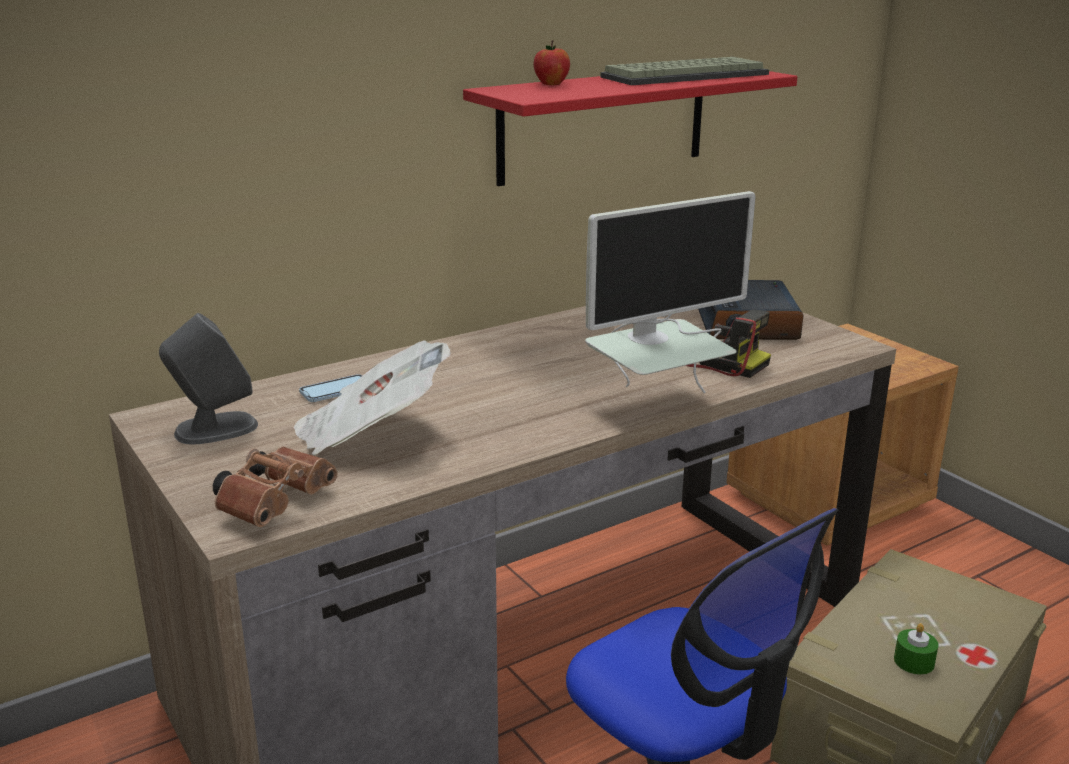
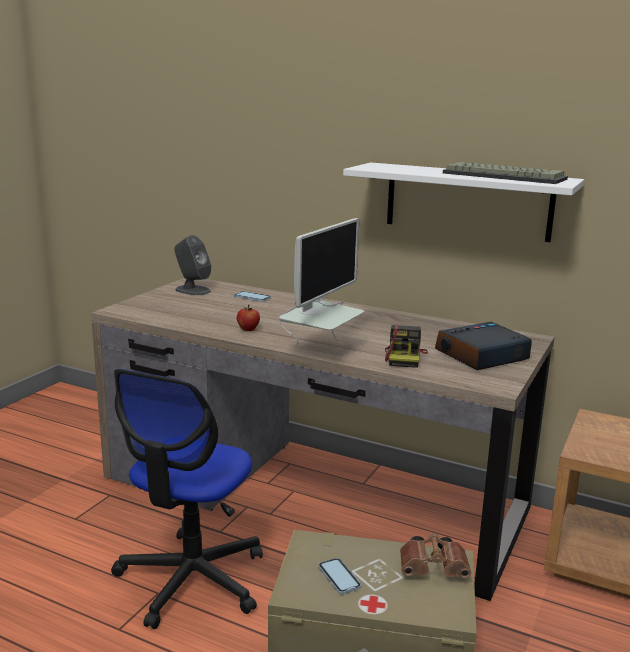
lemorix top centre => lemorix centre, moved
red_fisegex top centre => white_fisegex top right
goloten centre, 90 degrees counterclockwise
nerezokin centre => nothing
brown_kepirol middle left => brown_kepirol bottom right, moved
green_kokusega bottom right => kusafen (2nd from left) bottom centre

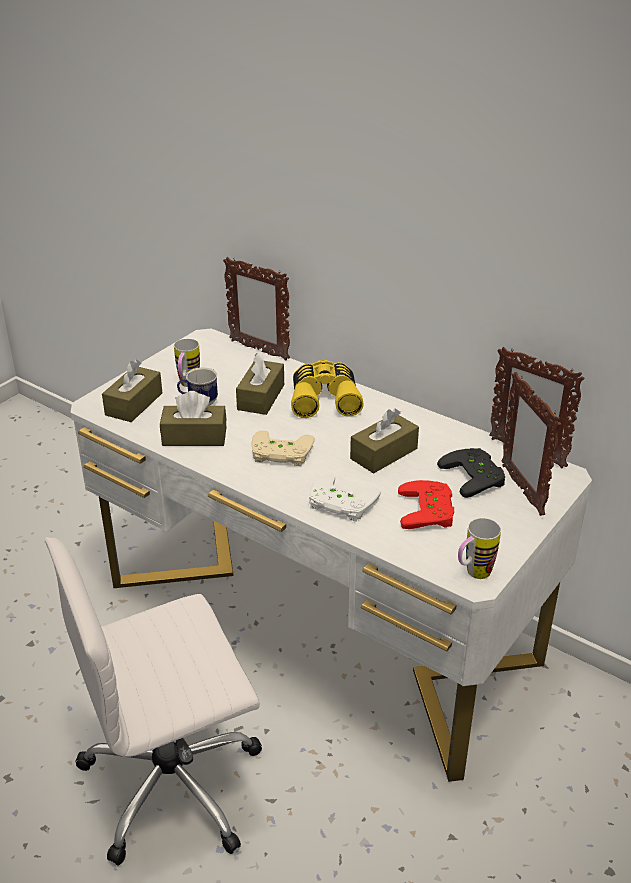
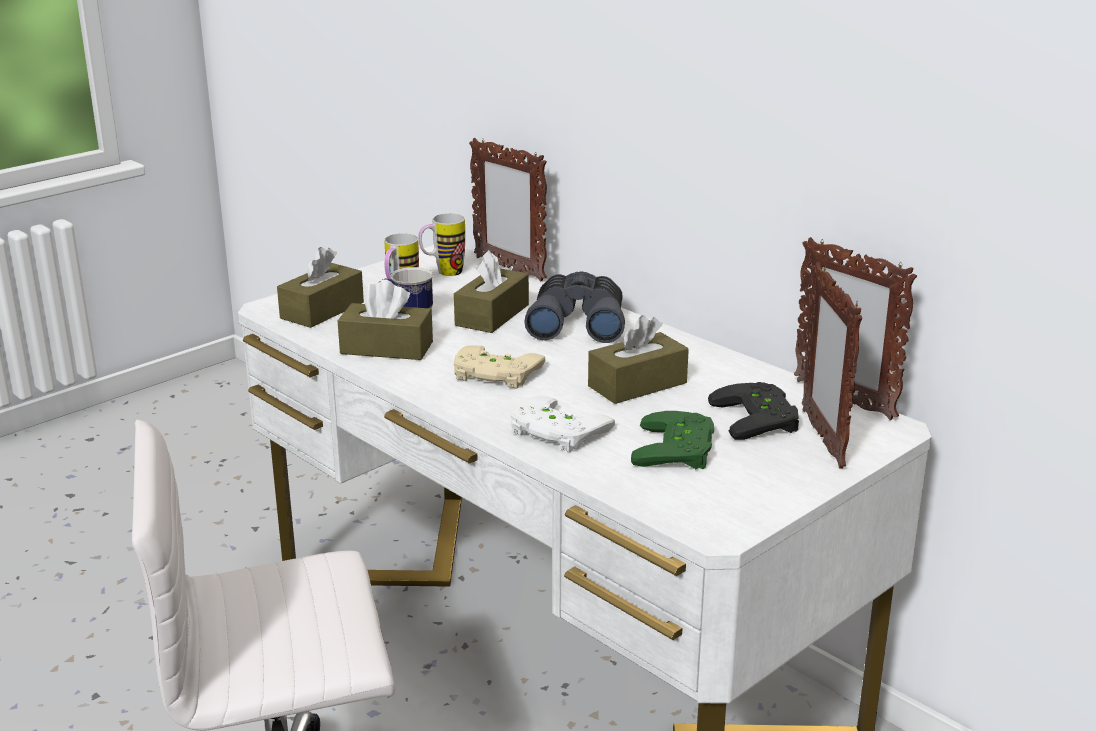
yellow_kepirol centre => grey_kepirol centre
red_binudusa middle right => green_binudusa centre
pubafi (3rd from left) middle right => pubafi (3rd from left) centre, moved

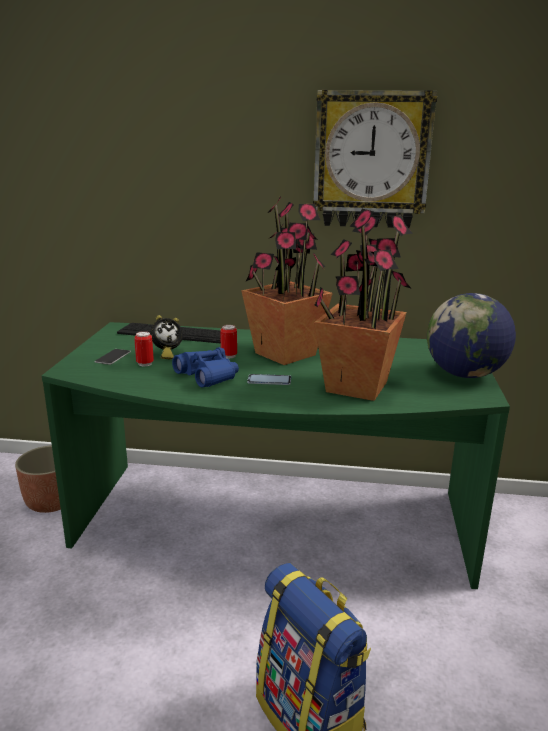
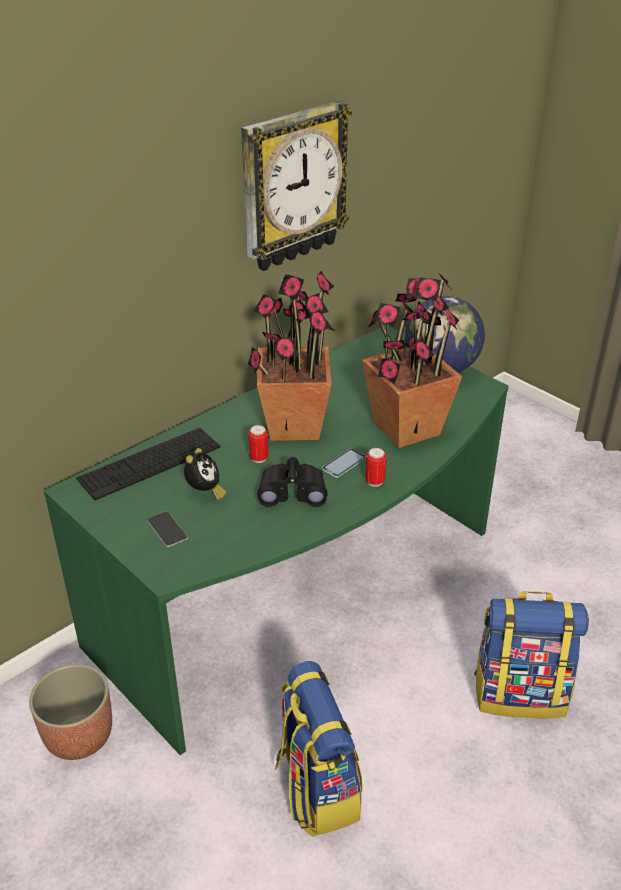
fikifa (1st from left in the first image) middle left => fikifa (2nd from left) centre, moved
blue_kepirol centre => black_kepirol centre
nothing => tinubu (1st from left) bottom centre

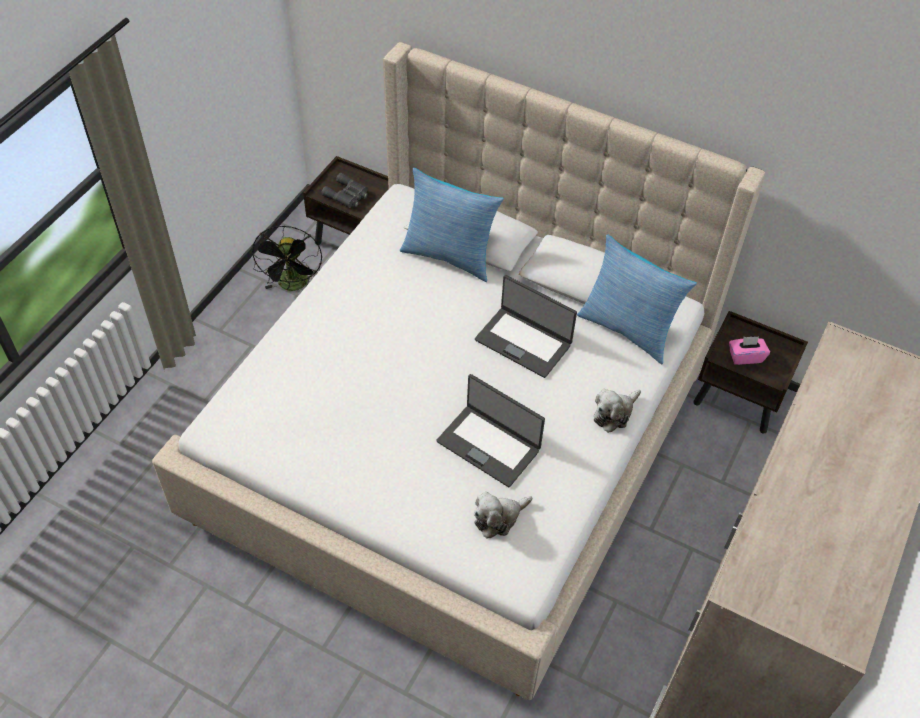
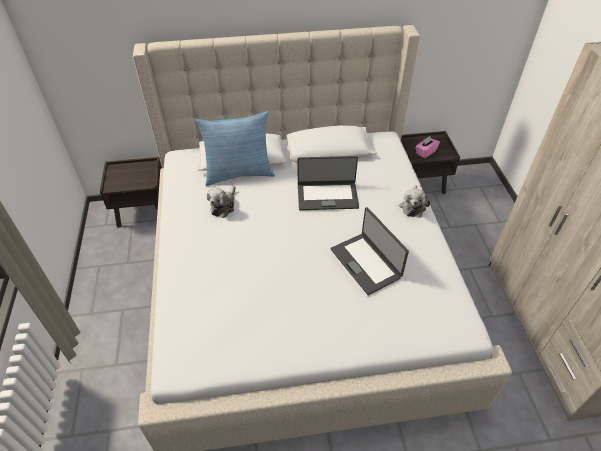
grey_kepirol top centre => nothing
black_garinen middle left => nothing
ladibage (2nd from left) middle right => nothing
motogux (1st from left in the first image) centre => motogux (2nd from left) centre, 60 degrees clockwise
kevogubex (1st from left) bottom centre => kevogubex (1st from left) centre, moved

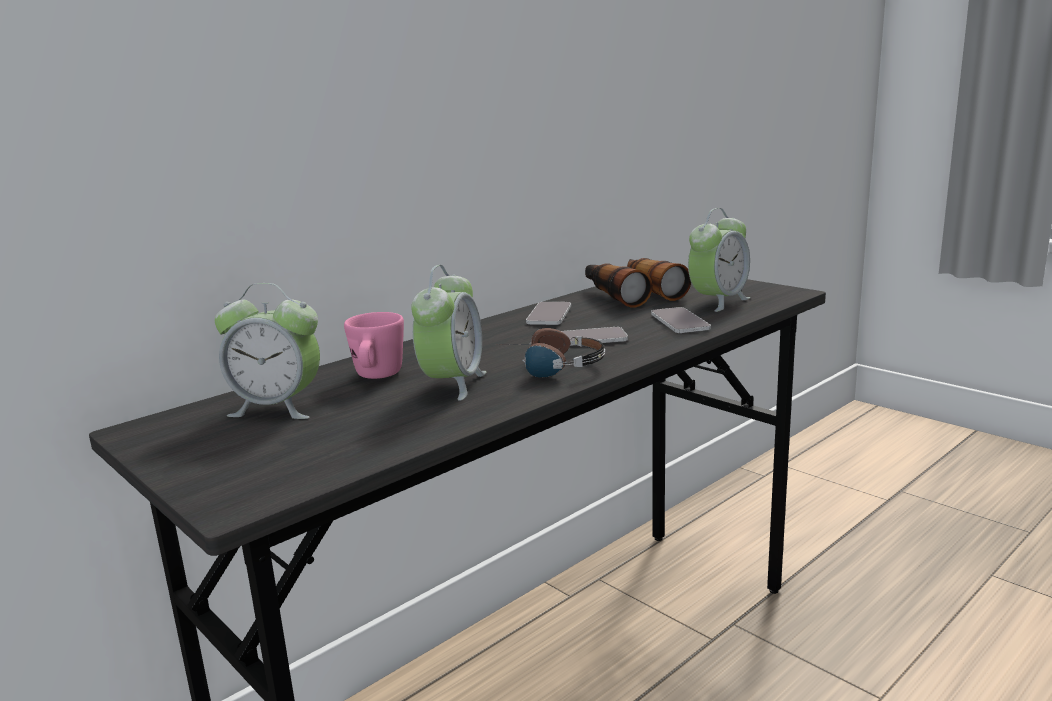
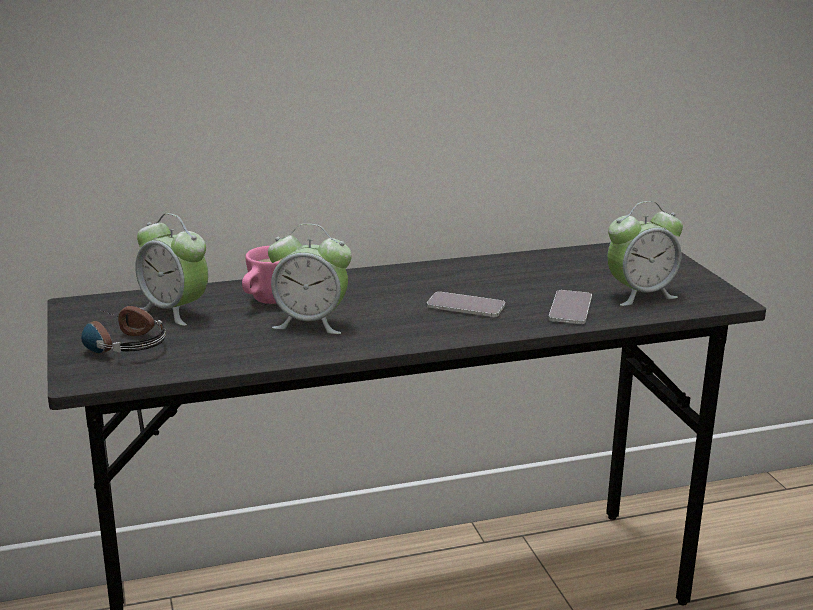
kepirol centre => nothing
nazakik (2nd from left) centre, 60 degrees clockwise
kusafen (1st from left) centre => nothing
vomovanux centre => vomovanux middle left, moved

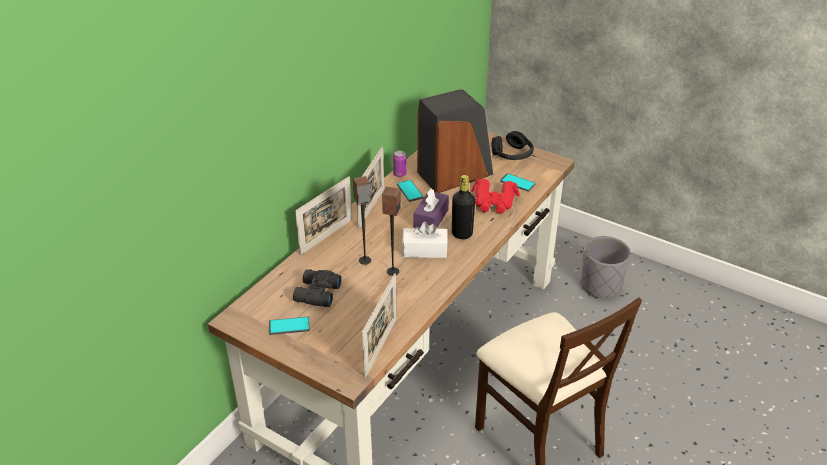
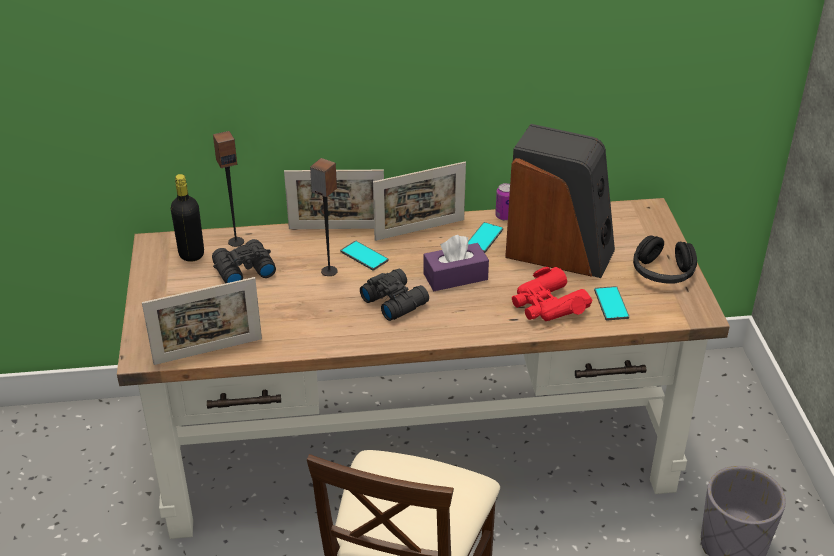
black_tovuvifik centre => black_tovuvifik middle left, moved
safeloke (2nd from left in the first image) centre => safeloke (1st from left) middle left, moved
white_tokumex centre => black_kepirol (2nd from left) centre
kusafen (1st from left) bottom centre => kusafen (1st from left) centre, moved

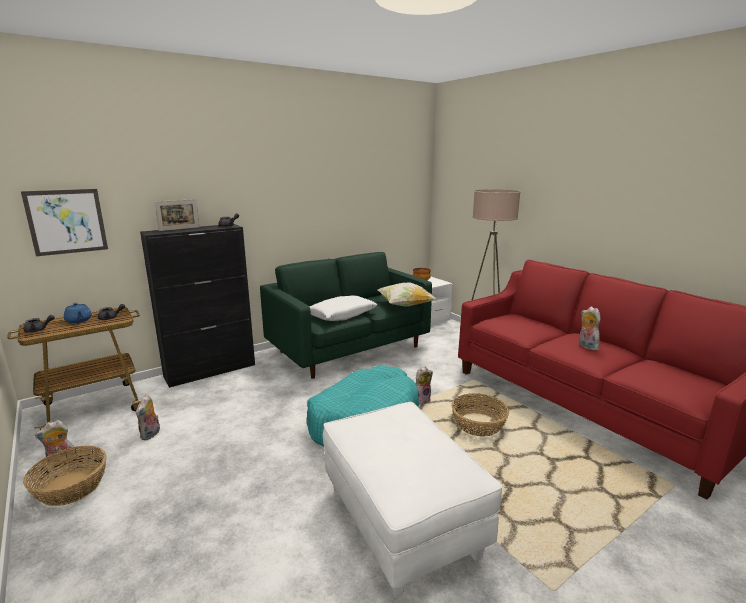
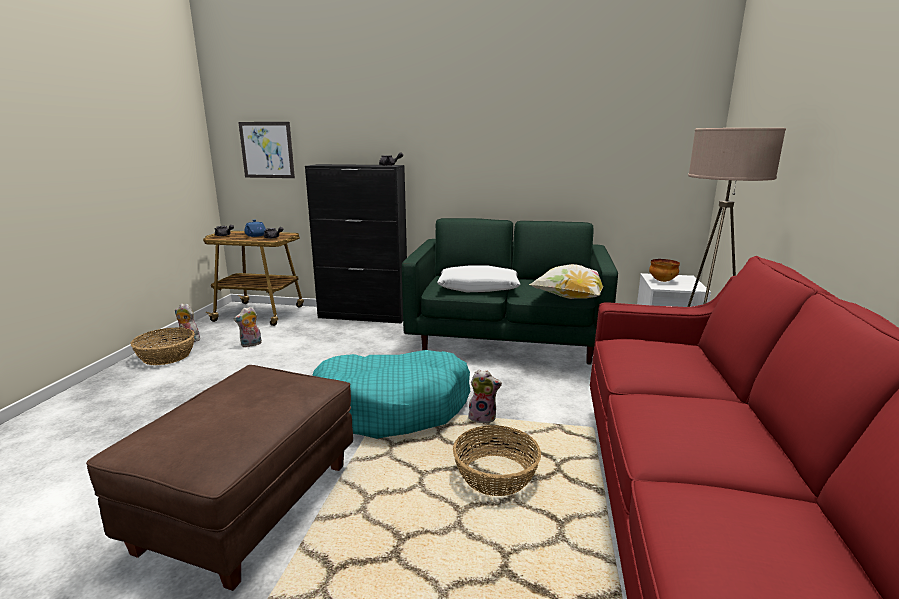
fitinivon middle left => nothing
kevogubex (4th from left) middle right => nothing
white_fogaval bottom centre => brown_fogaval bottom left

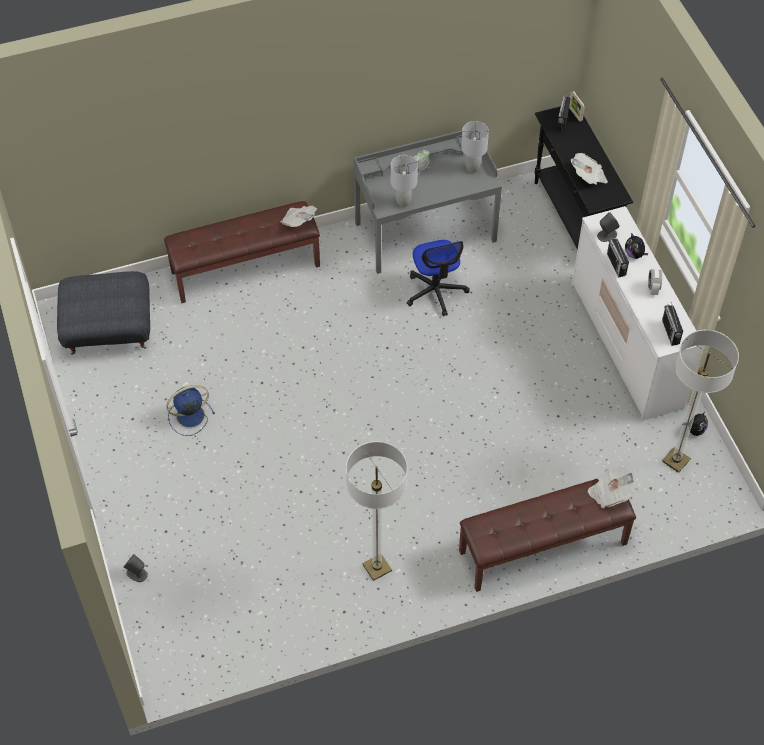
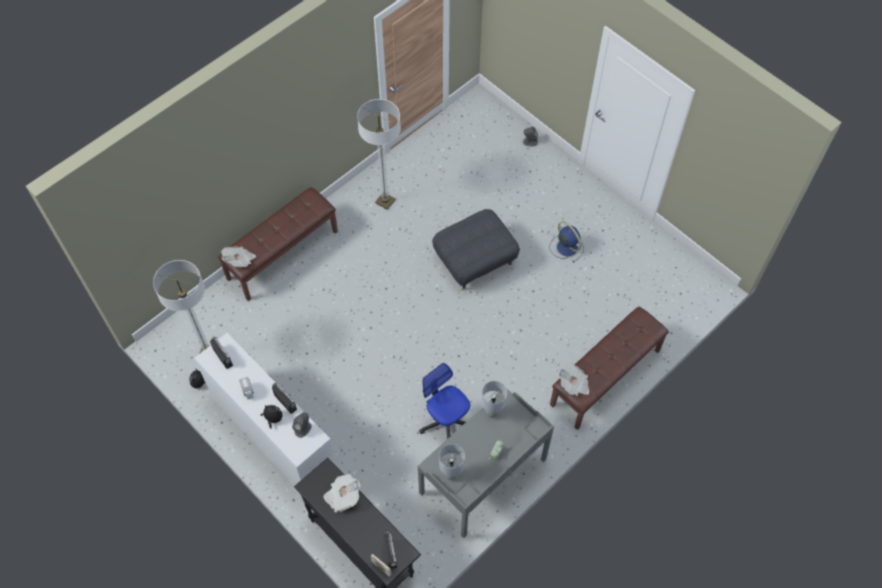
grey_fogaval middle left => grey_fogaval centre, moved
blue_garinen middle left => blue_garinen centre, 75 degrees counterclockwise

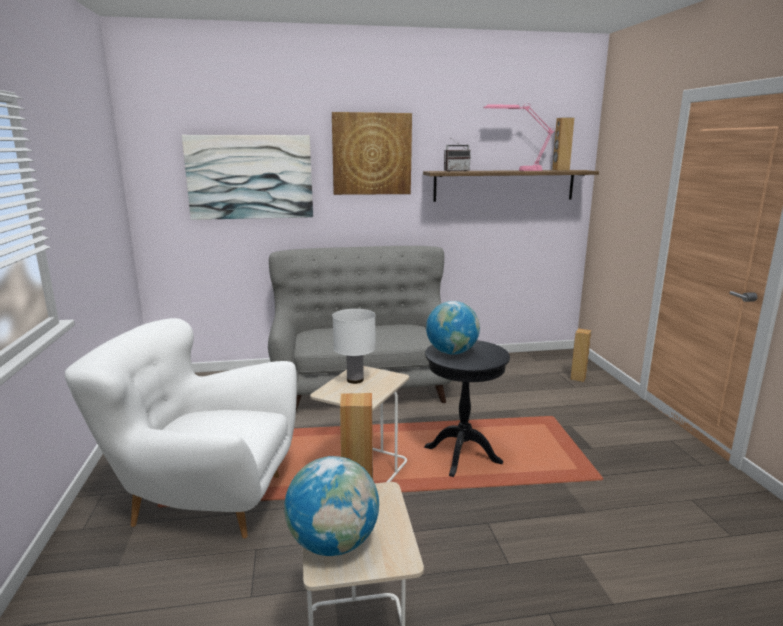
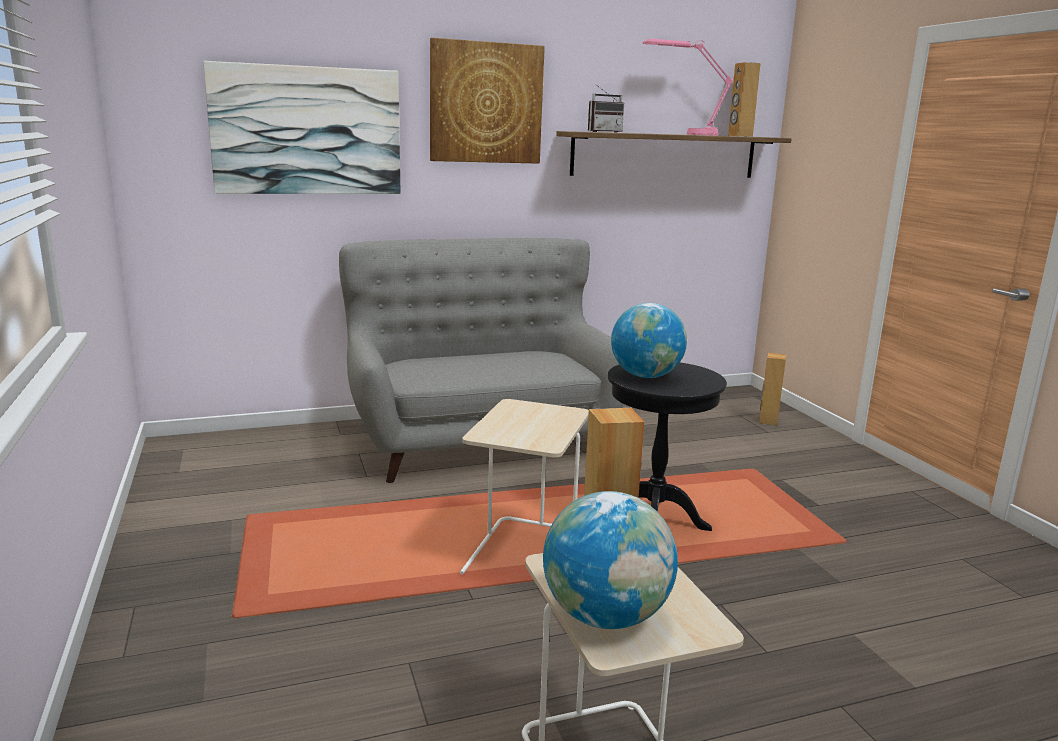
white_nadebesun centre => nothing
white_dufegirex bottom left => nothing

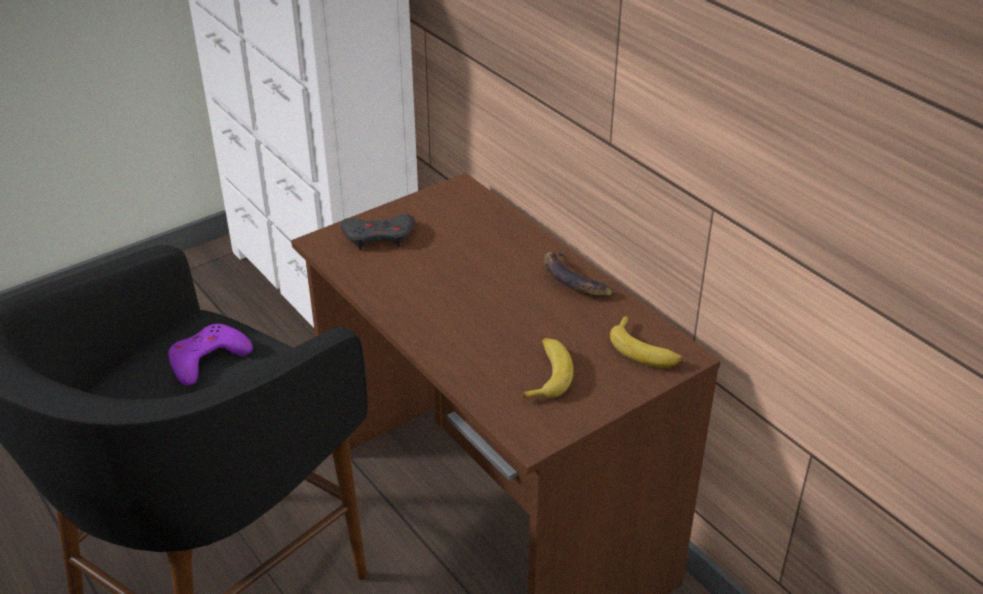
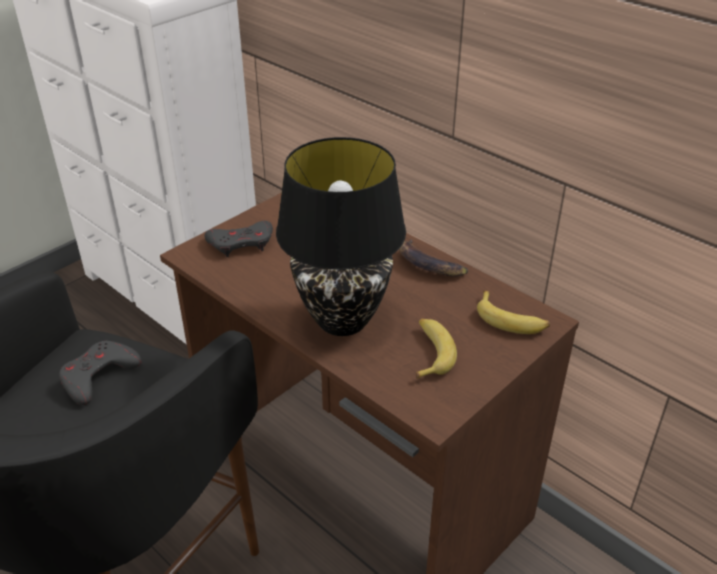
purple_binudusa middle left => grey_binudusa (1st from left) middle left
nothing => black_nadebesun centre

